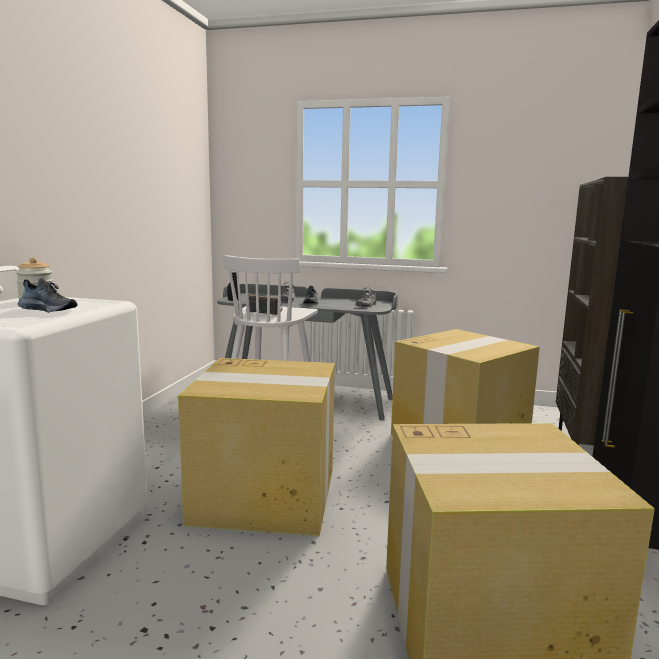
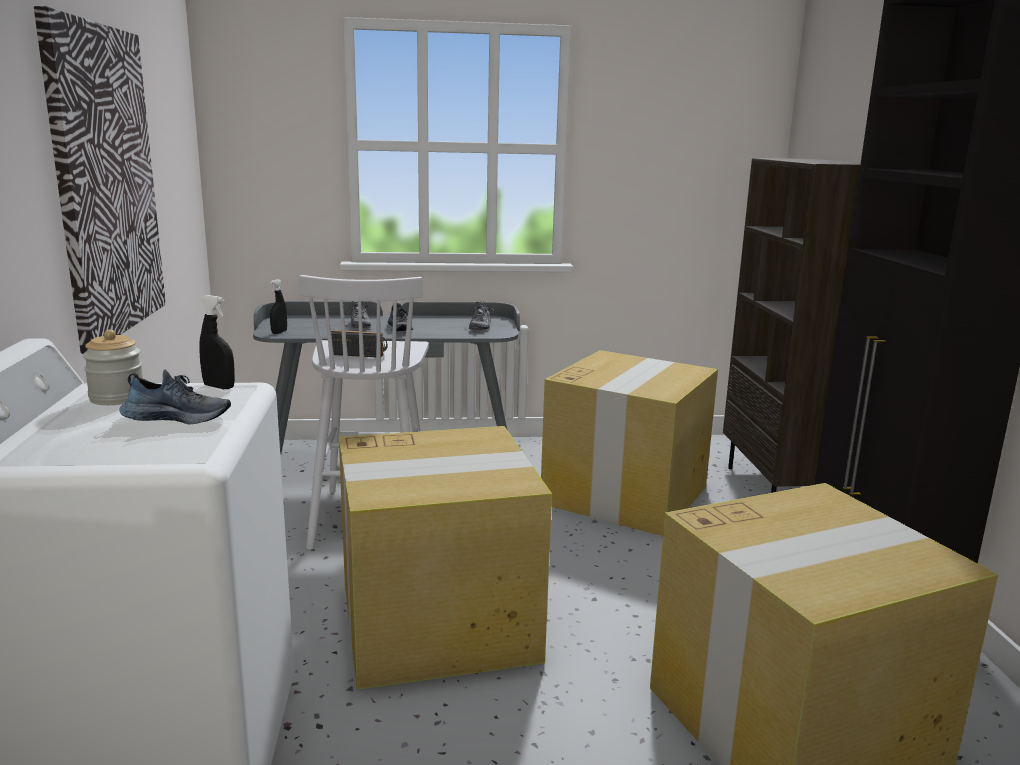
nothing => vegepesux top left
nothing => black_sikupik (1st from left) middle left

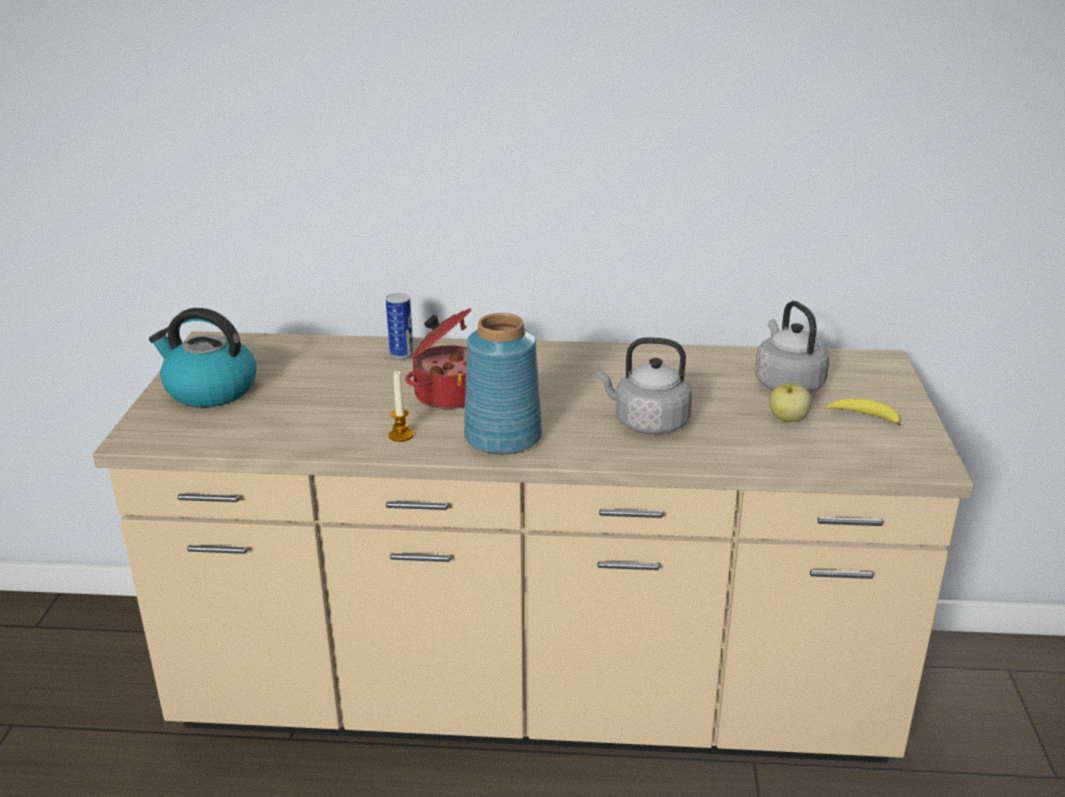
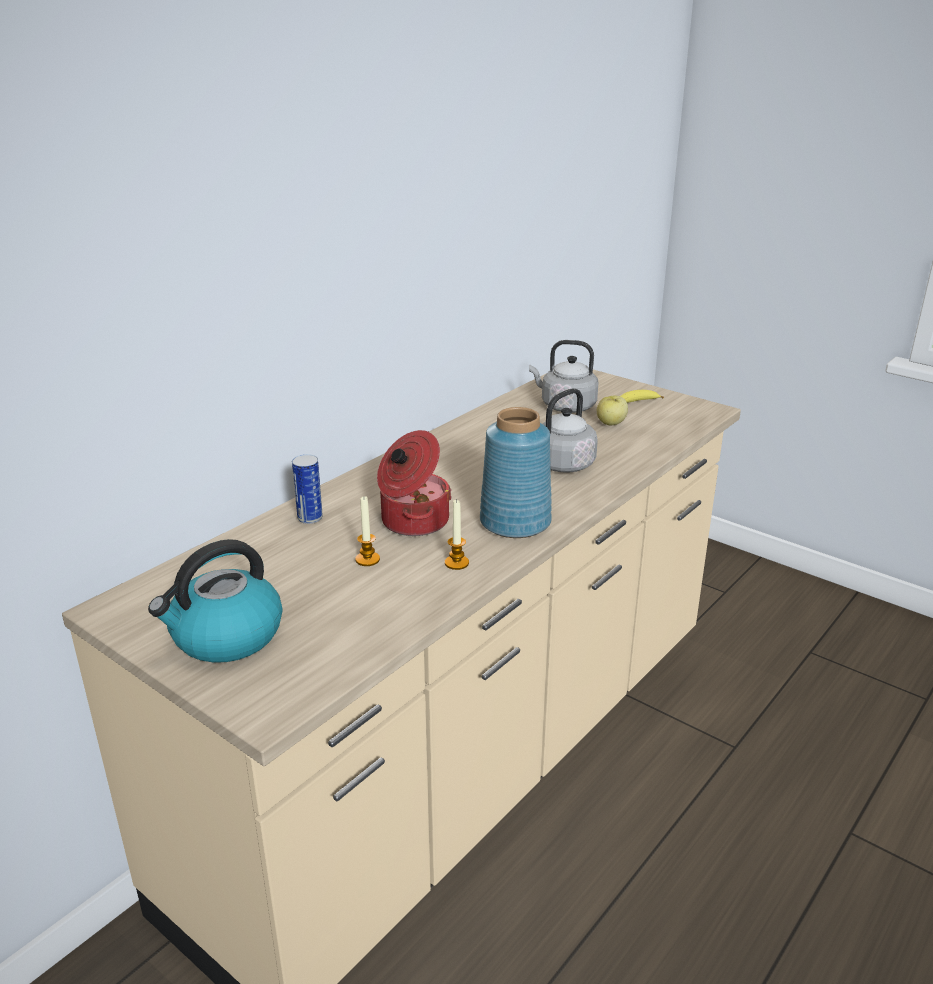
nothing => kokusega (1st from left) centre

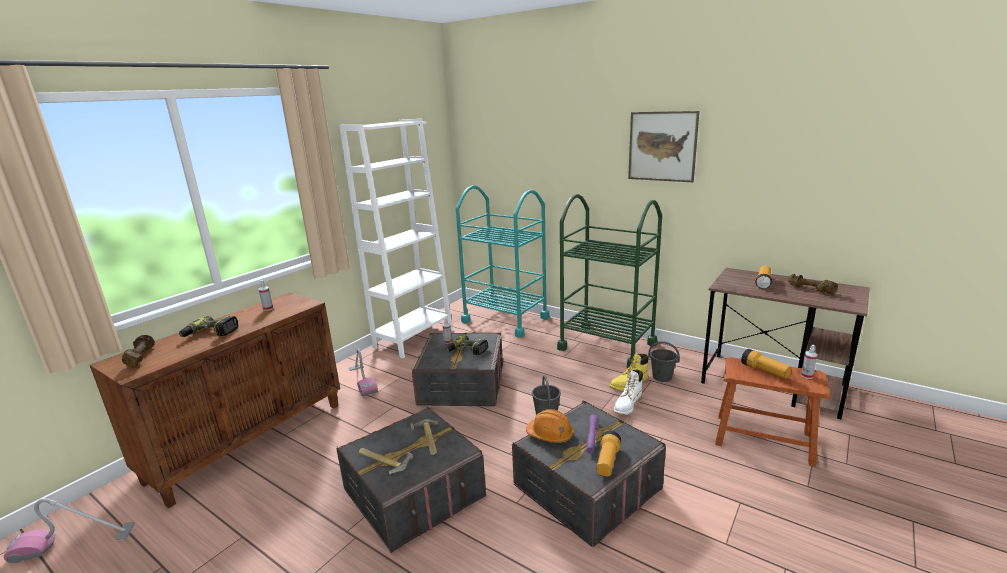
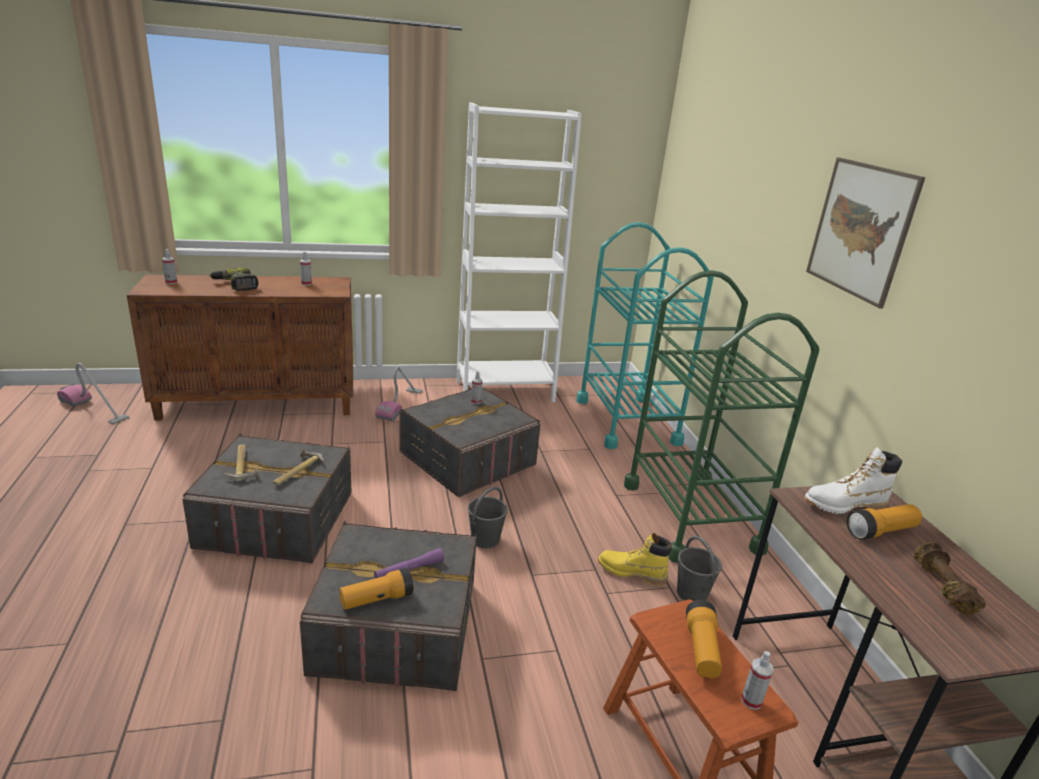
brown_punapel (1st from left) middle left => sikupik (1st from left) middle left
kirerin (2nd from left) centre => nothing
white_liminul bottom centre => white_liminul middle right, moved
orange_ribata bottom centre => nothing

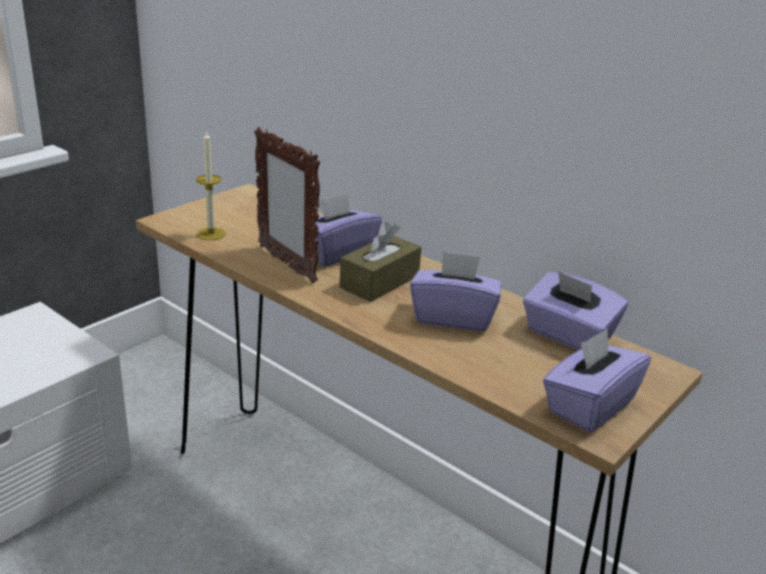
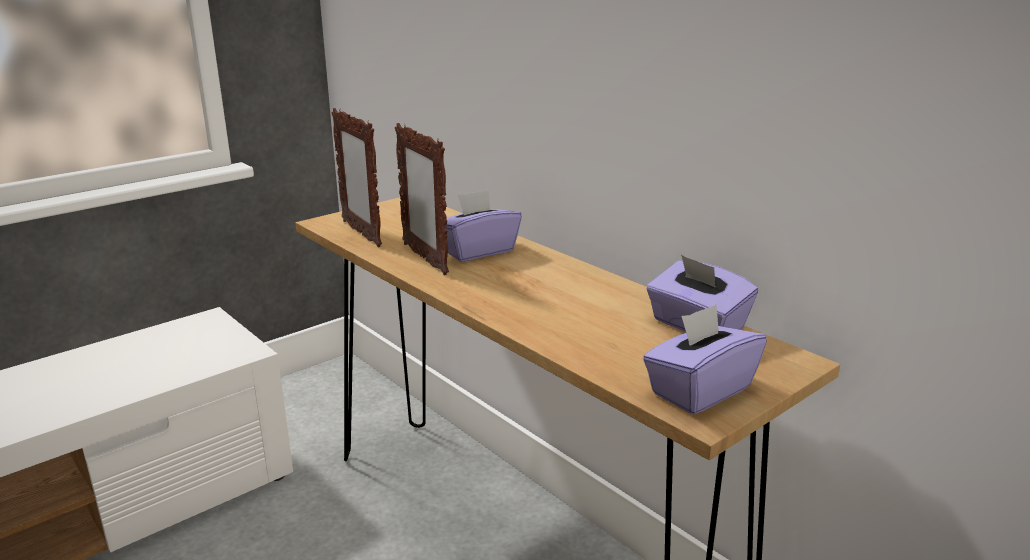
kokusega top left => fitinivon (1st from left) top centre
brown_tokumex centre => nothing
purple_tokumex (2nd from left) centre => nothing

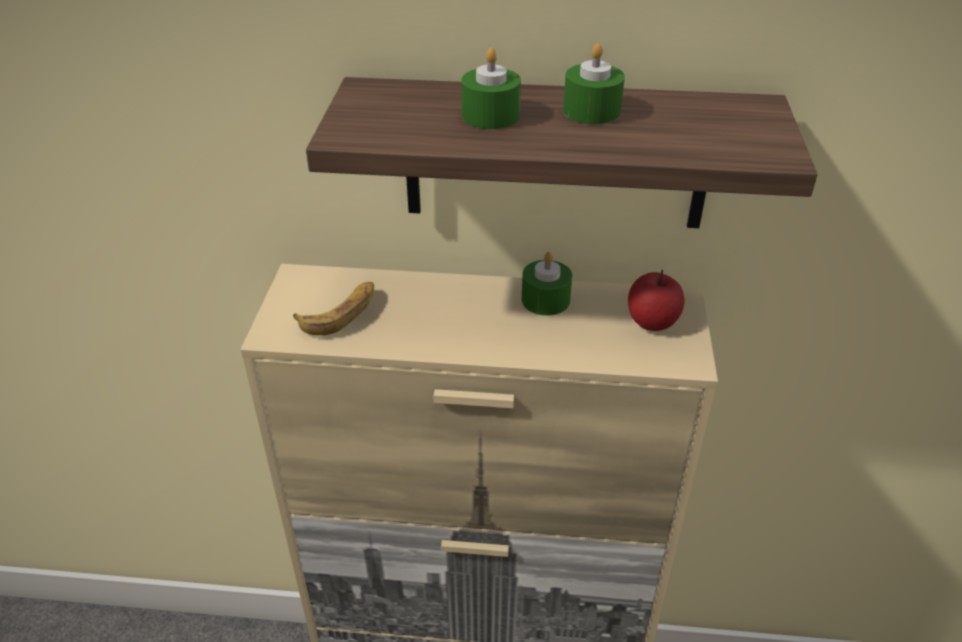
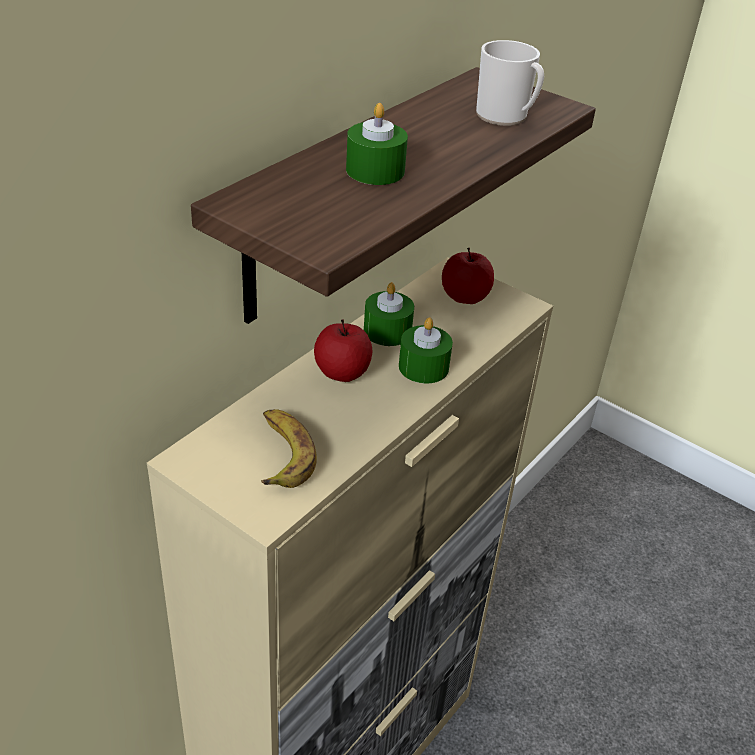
green_kokusega (3rd from left) top centre => green_kokusega (3rd from left) centre, moved
nothing => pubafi top right
nothing => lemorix (1st from left) centre

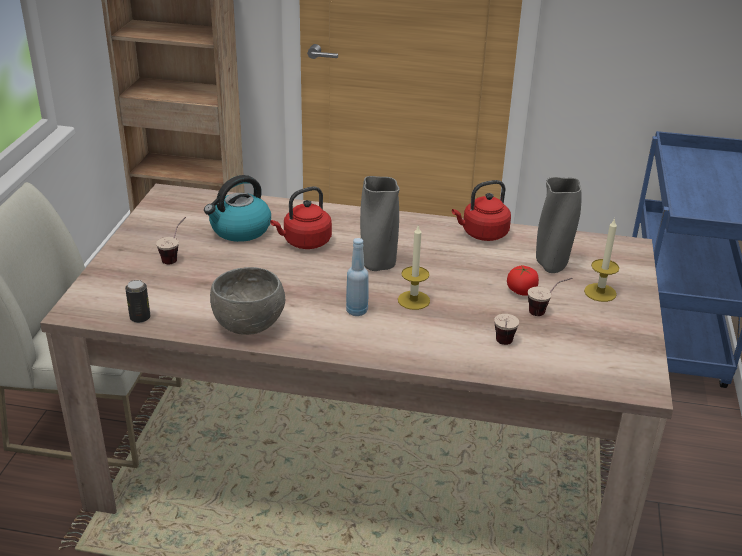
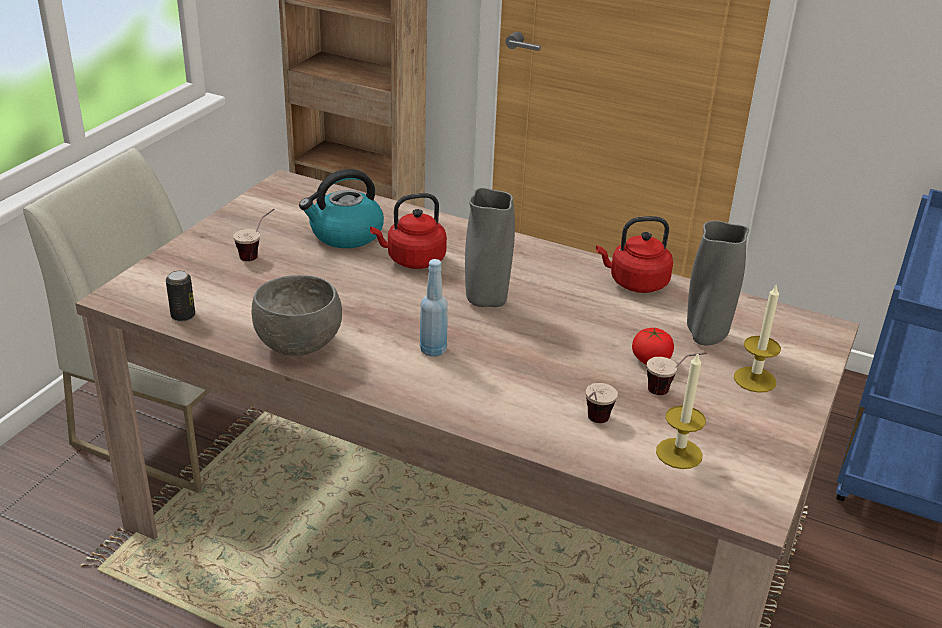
kokusega (1st from left) centre => kokusega (1st from left) middle right, moved

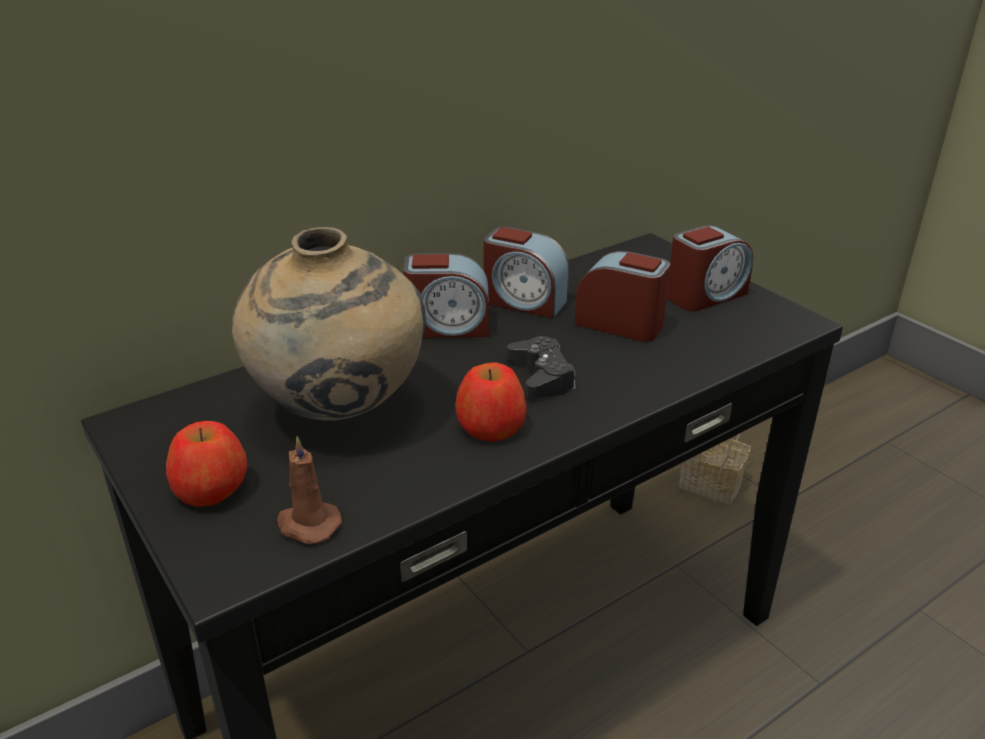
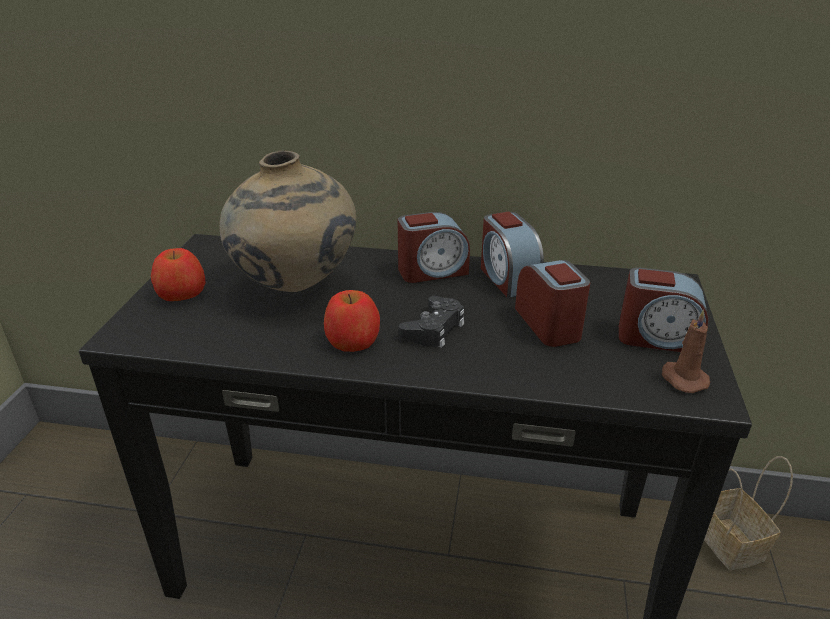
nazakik (1st from left) centre, 60 degrees counterclockwise
brown_kokusega middle left => brown_kokusega middle right, moved

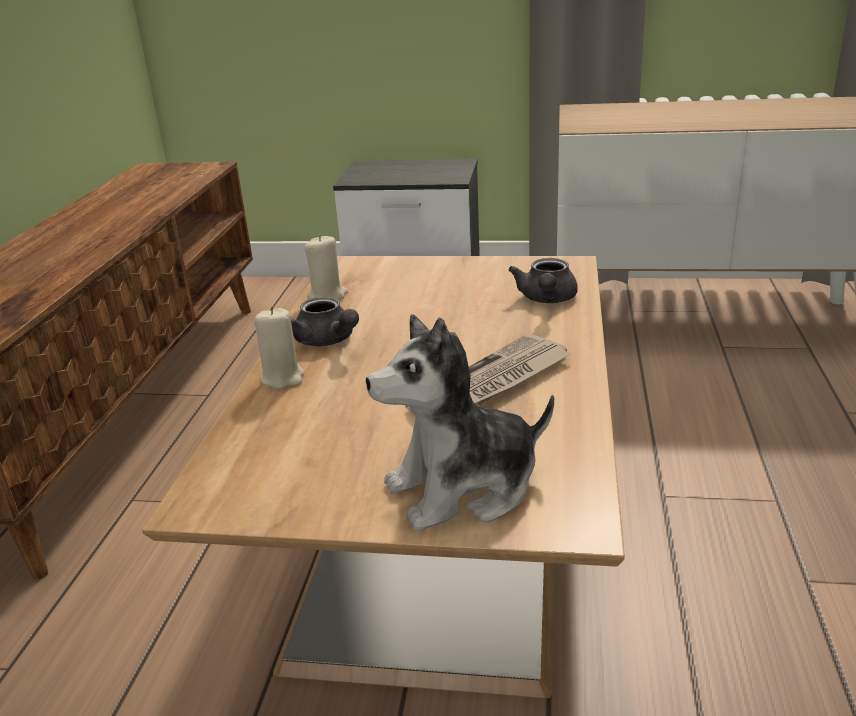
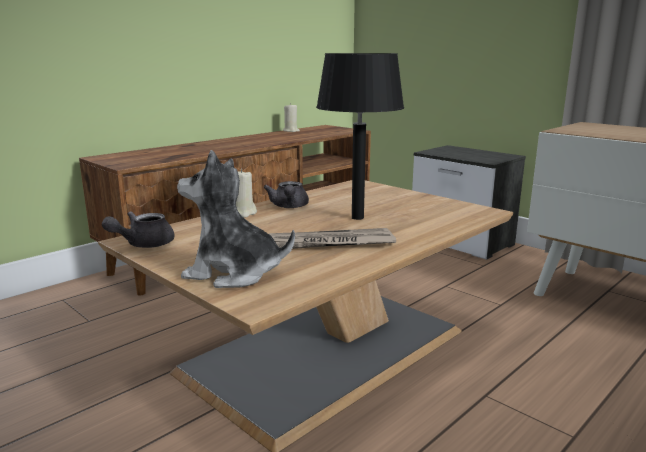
beige_kokusega (2nd from left) centre => beige_kokusega (2nd from left) top centre, moved
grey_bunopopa (2nd from left in the first image) centre => grey_bunopopa (1st from left) middle left, moved
nothing => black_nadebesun top centre

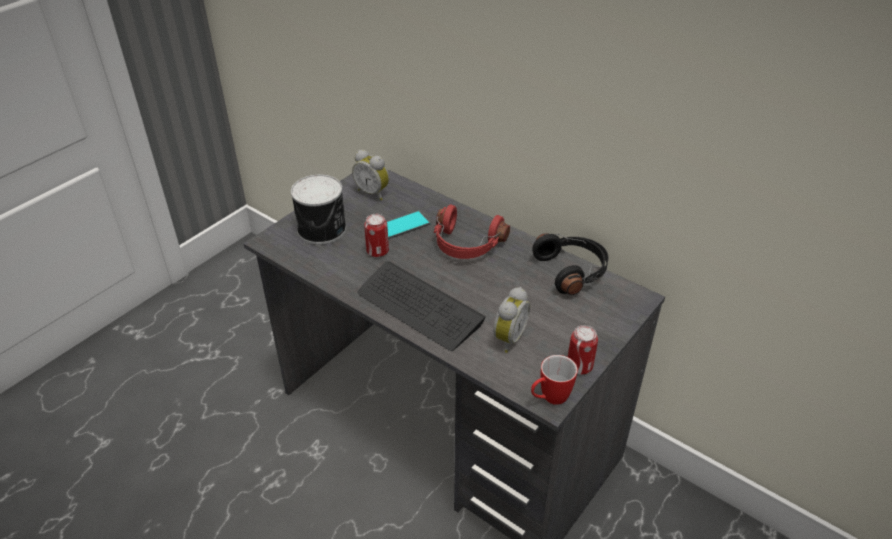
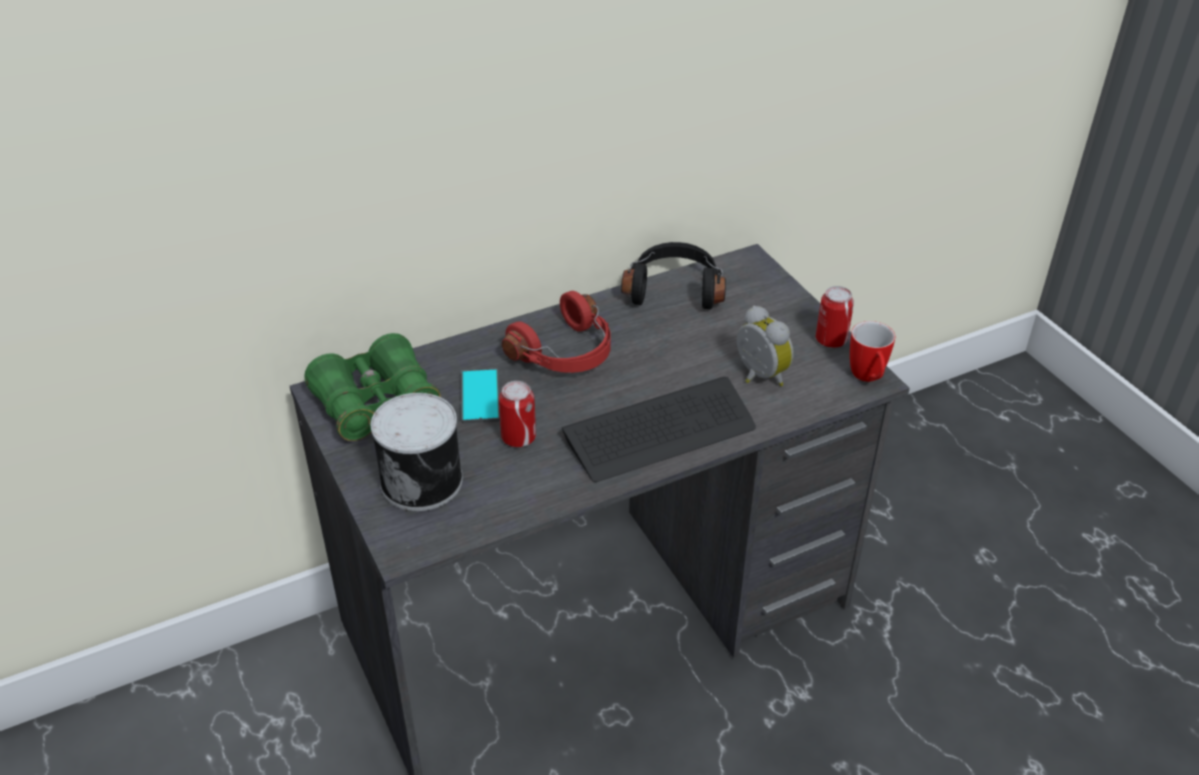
nazakik (1st from left) top centre => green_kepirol middle left

